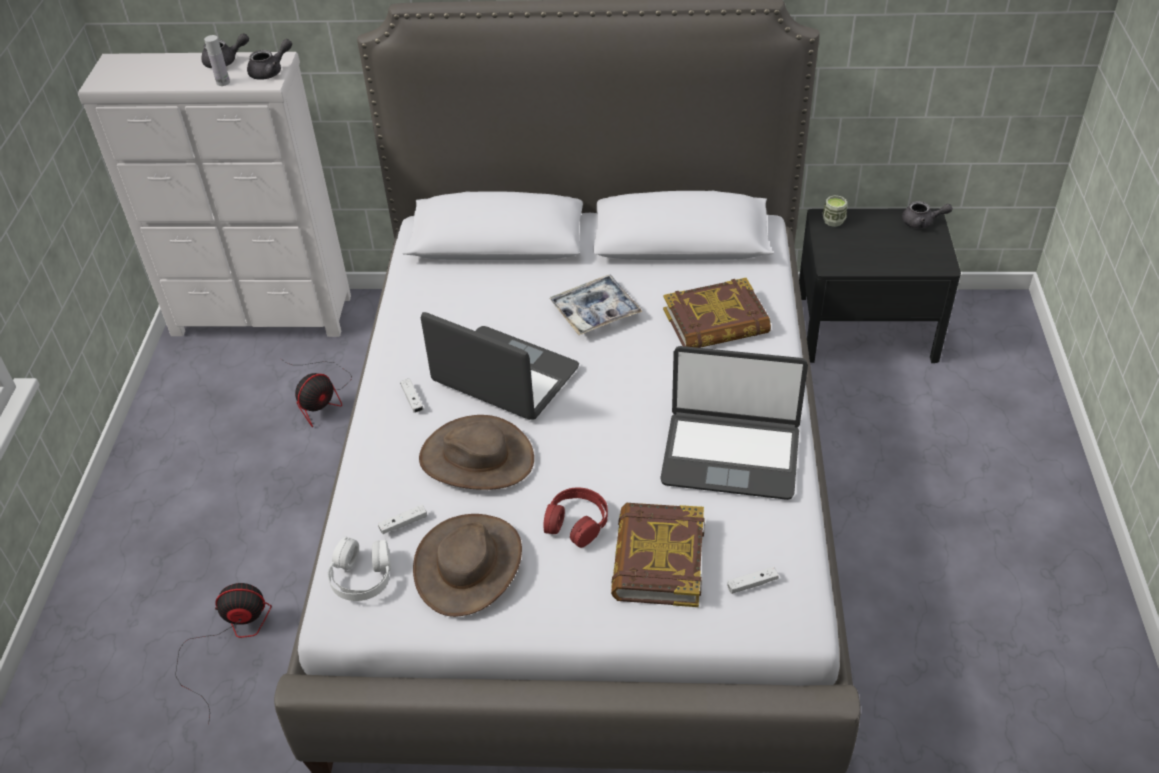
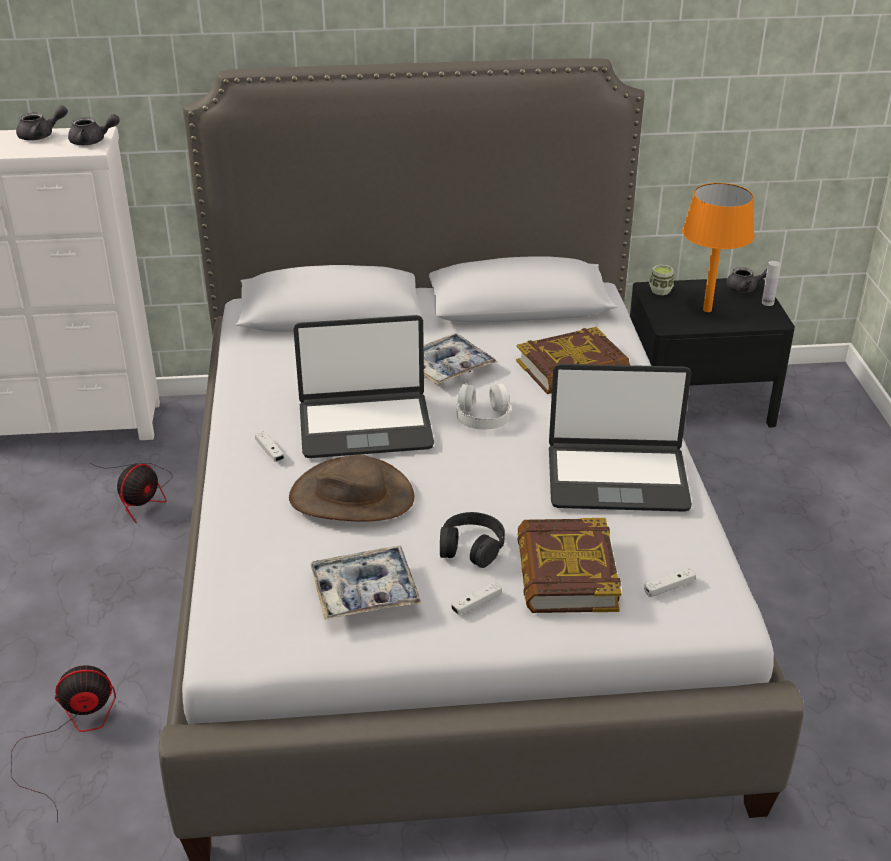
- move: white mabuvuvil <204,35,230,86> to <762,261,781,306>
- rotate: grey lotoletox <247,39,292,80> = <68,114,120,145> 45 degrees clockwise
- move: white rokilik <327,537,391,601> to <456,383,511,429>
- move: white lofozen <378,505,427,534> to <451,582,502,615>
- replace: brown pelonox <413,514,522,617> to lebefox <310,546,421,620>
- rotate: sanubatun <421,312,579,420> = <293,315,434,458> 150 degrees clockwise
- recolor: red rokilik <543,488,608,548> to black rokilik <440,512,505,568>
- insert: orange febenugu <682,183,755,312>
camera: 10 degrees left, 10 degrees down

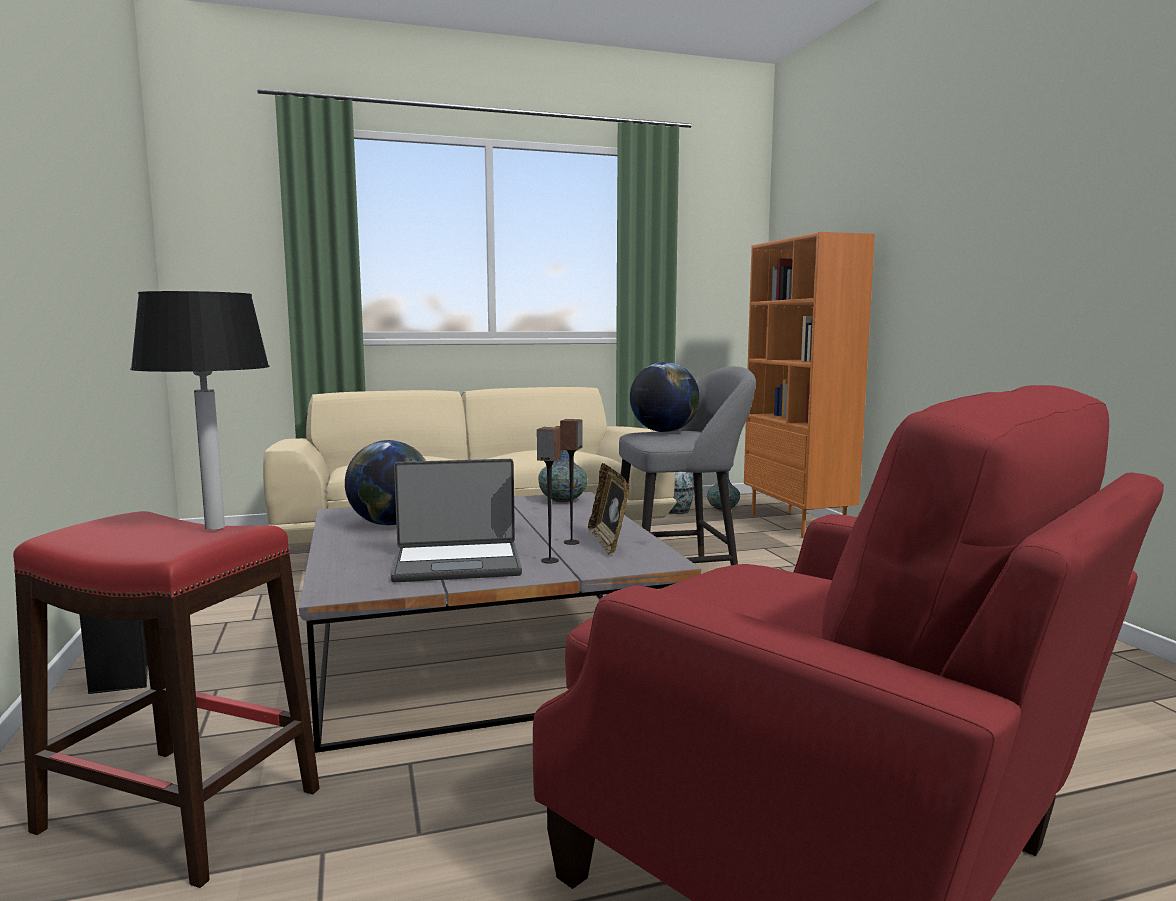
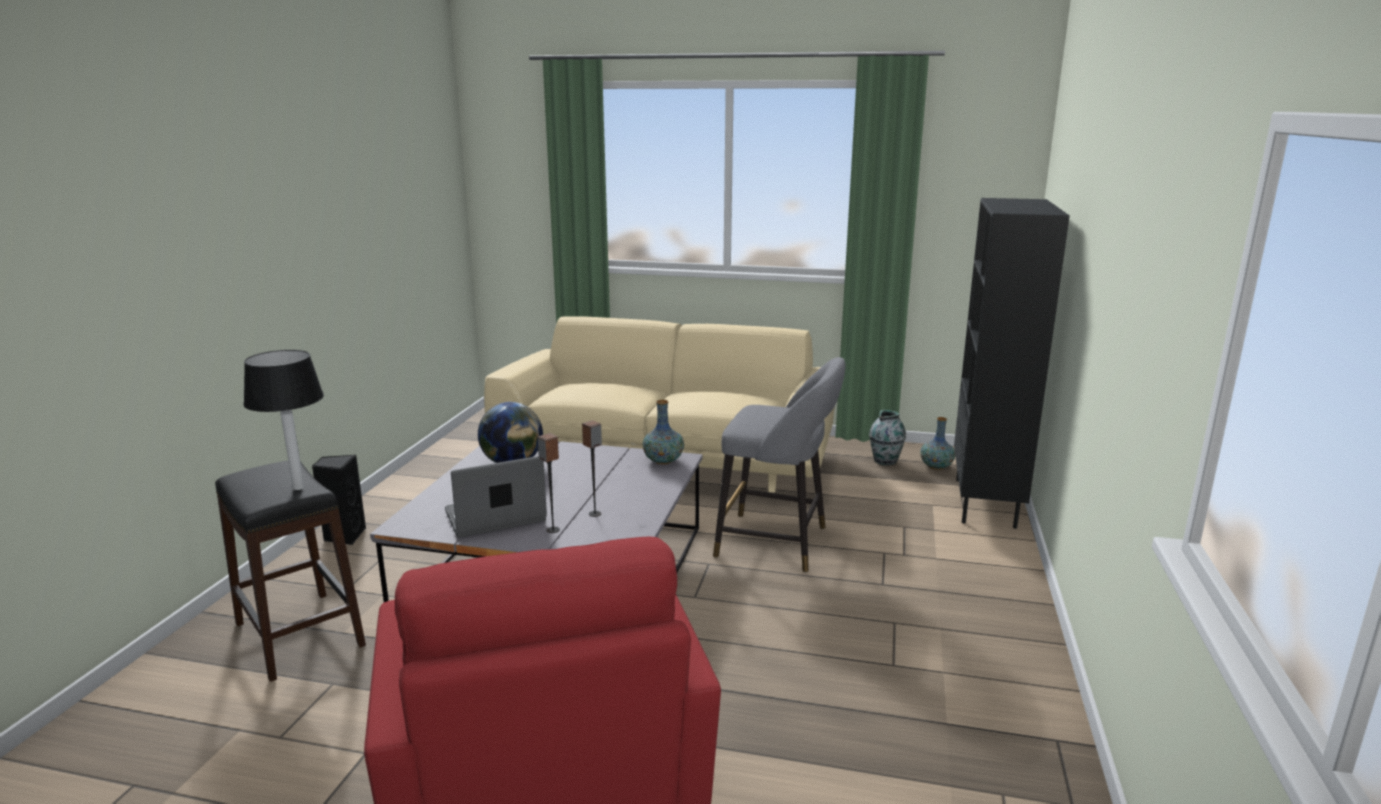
- recolor: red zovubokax <13,511,319,888> to black zovubokax <215,461,366,682>
- rotate: sanubatun <391,459,522,582> = <445,456,547,538> 135 degrees clockwise
- delete: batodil <588,463,630,555>
- delete: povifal <630,362,700,432>
- recolor: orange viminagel <744,232,875,538> to black viminagel <954,198,1070,529>
camera: 30 degrees right, 10 degrees up

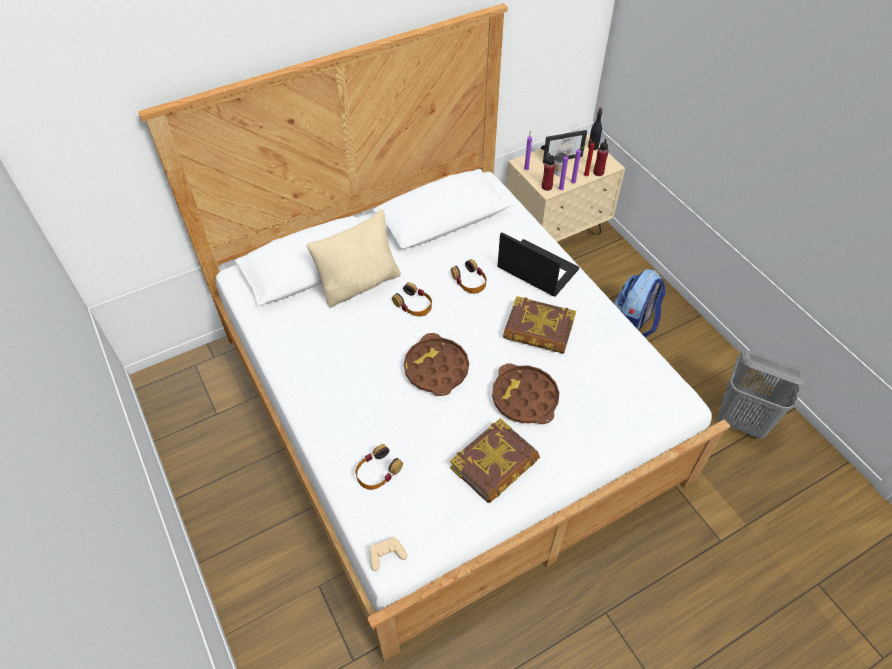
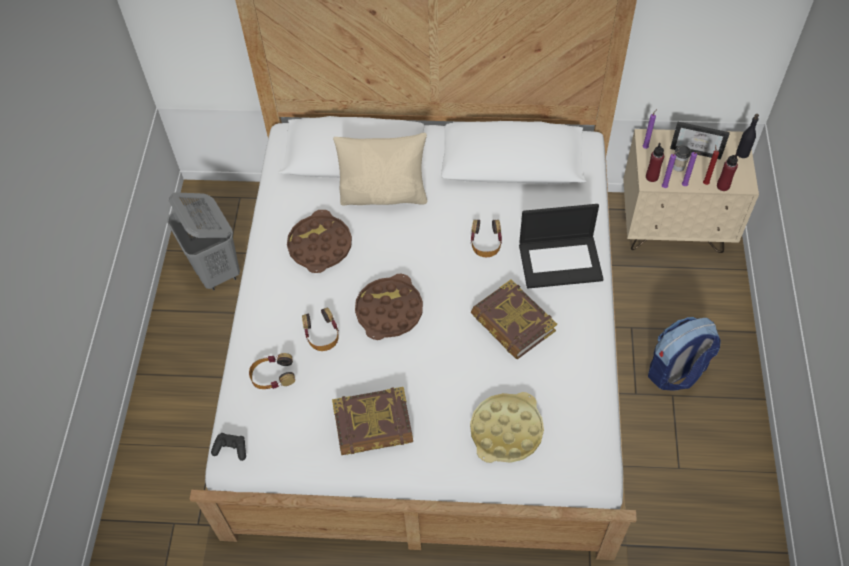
- recolor: beige lofozen <370,537,407,571> to black lofozen <211,433,246,461>
- move: rokilik <392,282,432,317> to <302,307,339,351>
- move: brown lebefox <492,363,559,424> to <287,210,352,273>
- rotate: sanubatun <497,232,579,296> = <519,204,603,289> 105 degrees clockwise
- move: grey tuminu <717,350,807,439> to <167,192,240,291>
- insert: yellow lebefox <470,392,544,463>
camera: 35 degrees right, 5 degrees up

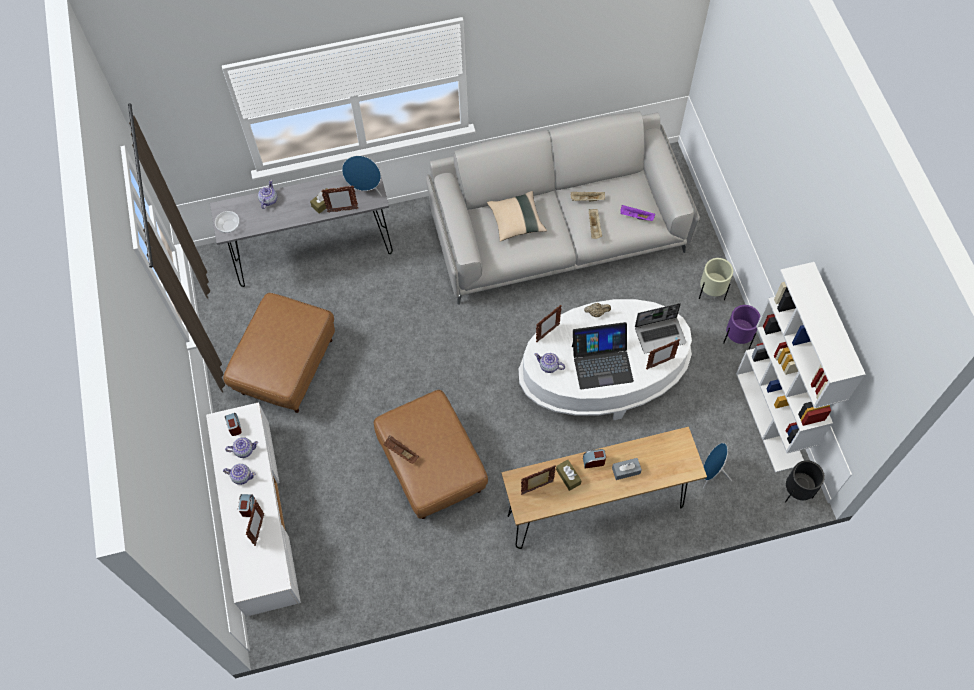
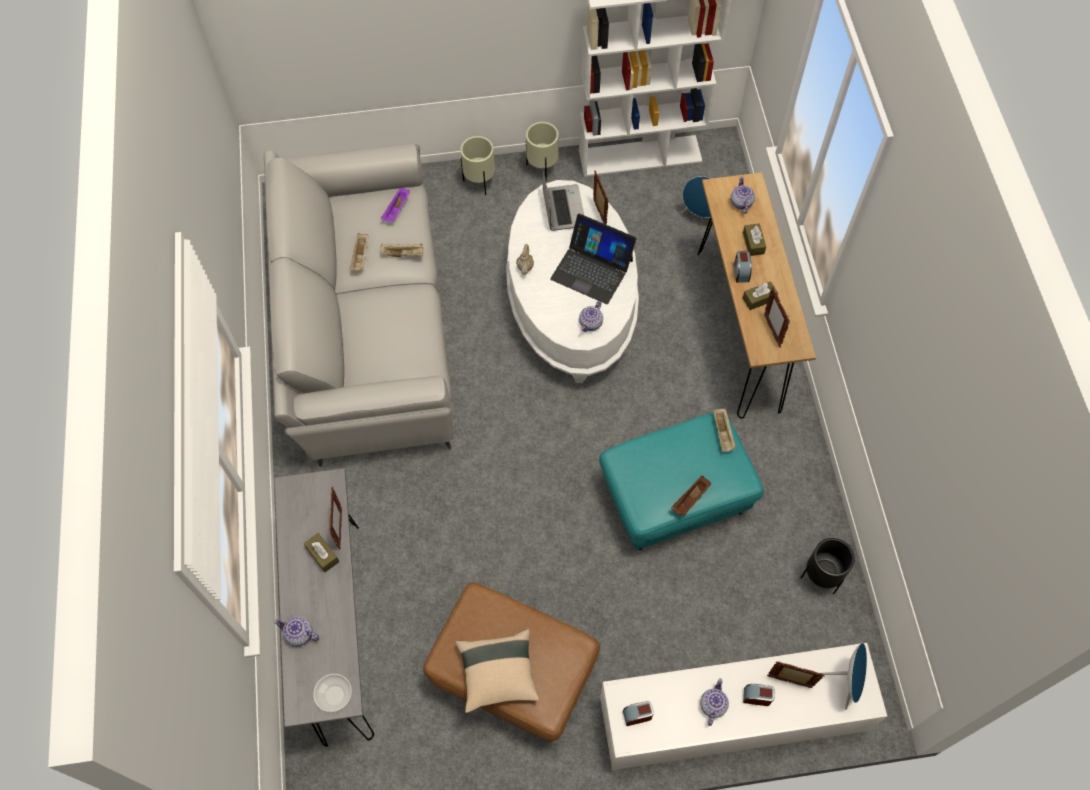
- move: lotoletox <225,437,258,458> to <731,176,755,214>
- move: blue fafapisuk <342,156,382,196> to <823,643,867,710>
- recolor: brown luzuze <374,390,488,519> to turquoise luzuze <599,413,764,550>
- move: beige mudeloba <487,191,547,242> to <455,629,539,713>
- delete: batodil <536,305,562,342>
- rotate: sanubatun <572,322,634,389> = <550,213,637,304> 120 degrees clockwise
- recolor: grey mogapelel <612,458,642,480> to brown mogapelel <743,223,766,256>
- recolor: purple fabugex <723,305,761,349> to beige fabugex <526,122,559,181>
- move: black fabugex <785,460,825,503> to <801,538,855,595>
- insert: beige lebefox <713,408,736,452>
camera: 85 degrees left, 0 degrees up

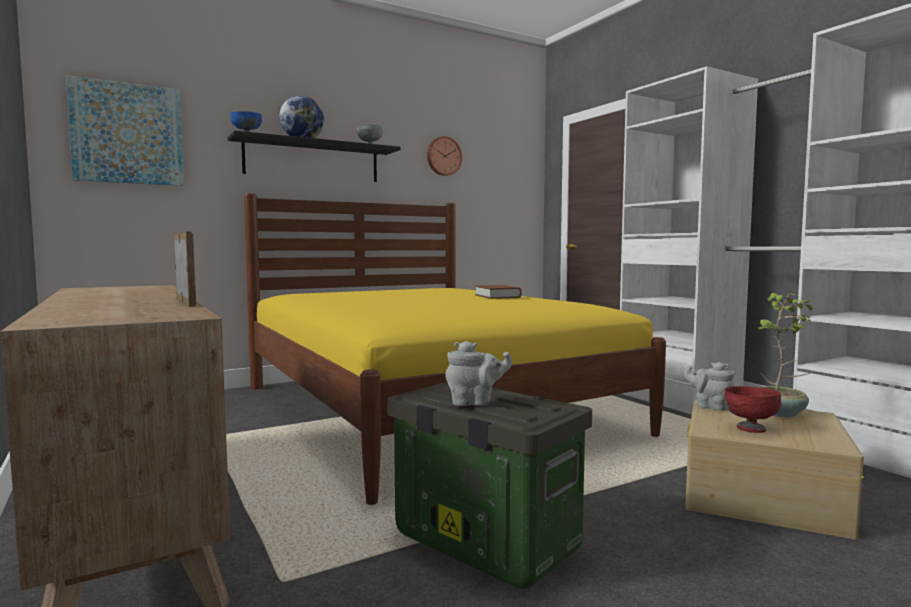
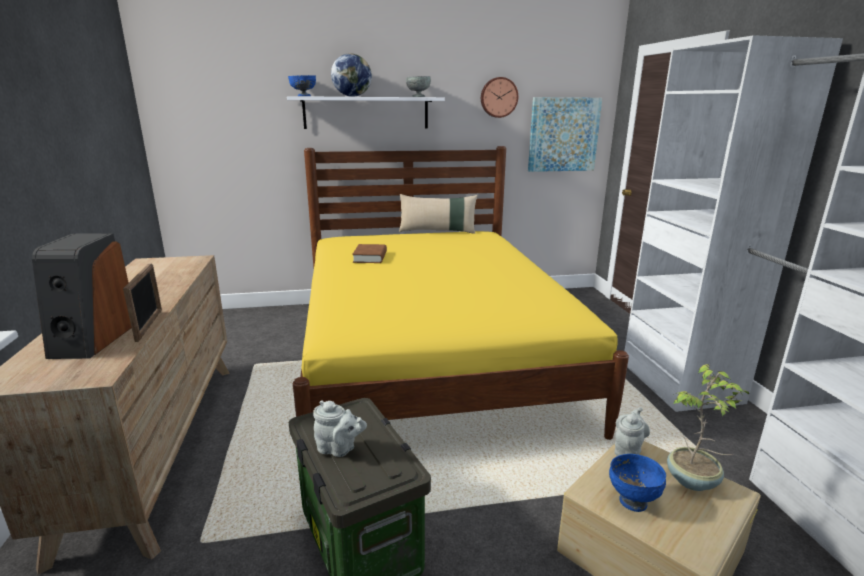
- move: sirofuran <66,75,184,186> to <528,97,602,172>
- recolor: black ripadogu <227,130,401,182> to white ripadogu <287,96,445,129>
- move: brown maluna <475,285,521,299> to <352,244,387,263>
- rotate: grey lotoletox <684,362,735,411> = <615,407,650,456> 60 degrees clockwise
- recolor: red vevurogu <725,386,781,433> to blue vevurogu <609,454,666,512>
- insert: fafapisuk <32,233,132,359>
- insert: beige mudeloba <399,194,477,234>
camera: 20 degrees right, 15 degrees up

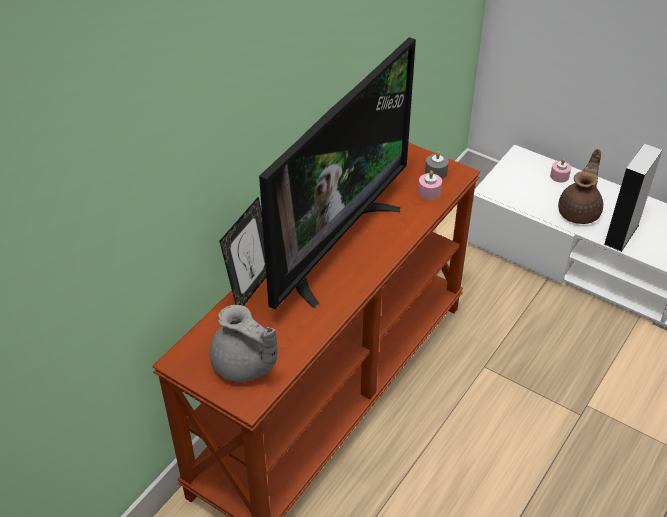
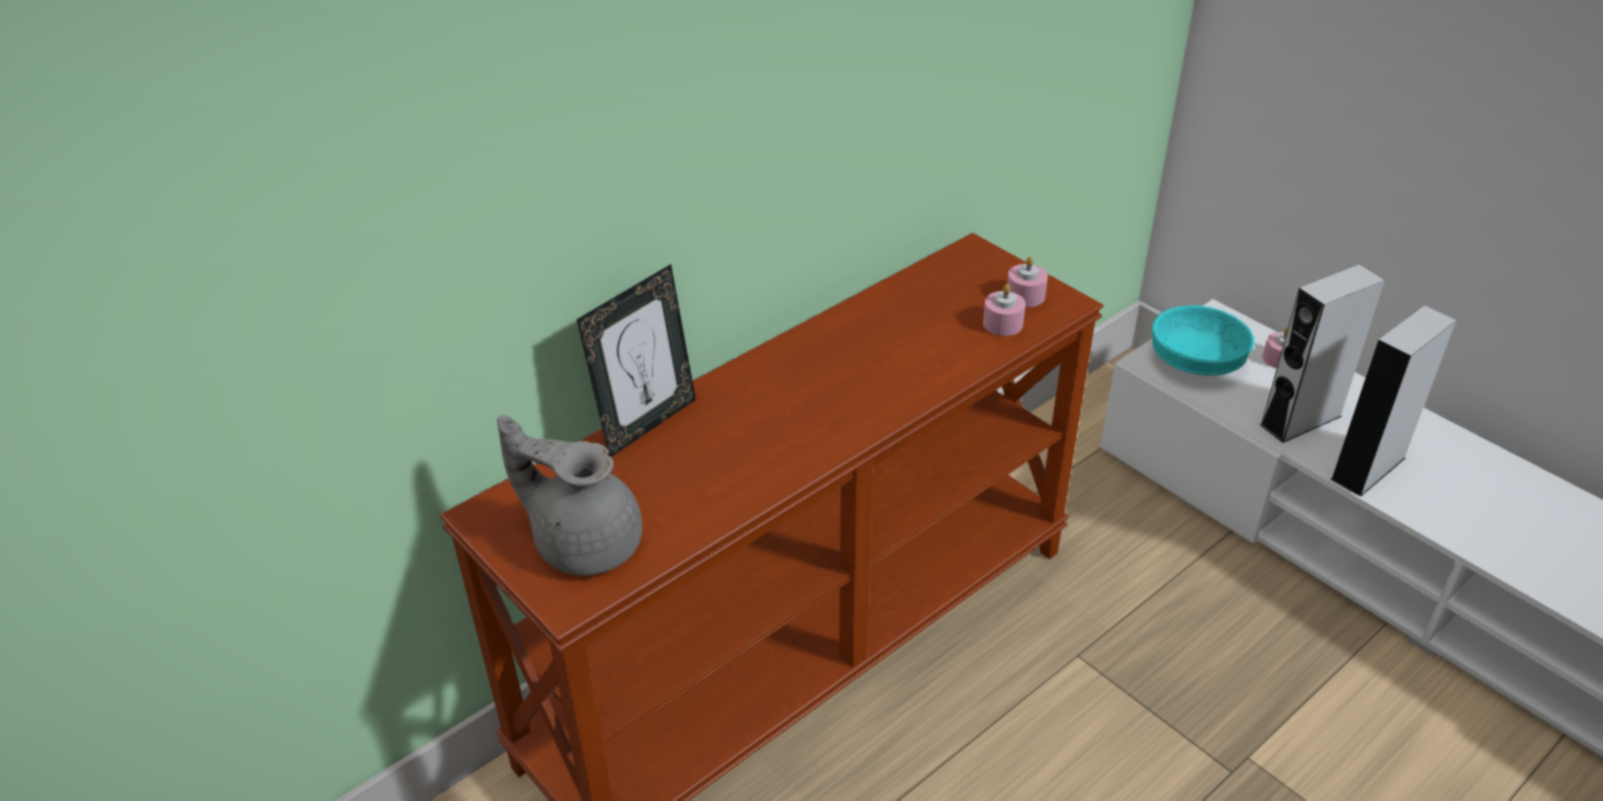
- rotate: grey lotoletox <210,305,278,382> = <497,415,642,576> 150 degrees clockwise
- delete: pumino <259,37,416,309>
- recolor: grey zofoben <425,151,449,179> to pink zofoben <1007,257,1048,307>
- replace: brown lotoletox <558,149,603,224> to grey fafapisuk <1259,264,1385,443>
- insert: turquoise vevurogu <1152,305,1254,376>
camera: 15 degrees right, 5 degrees down

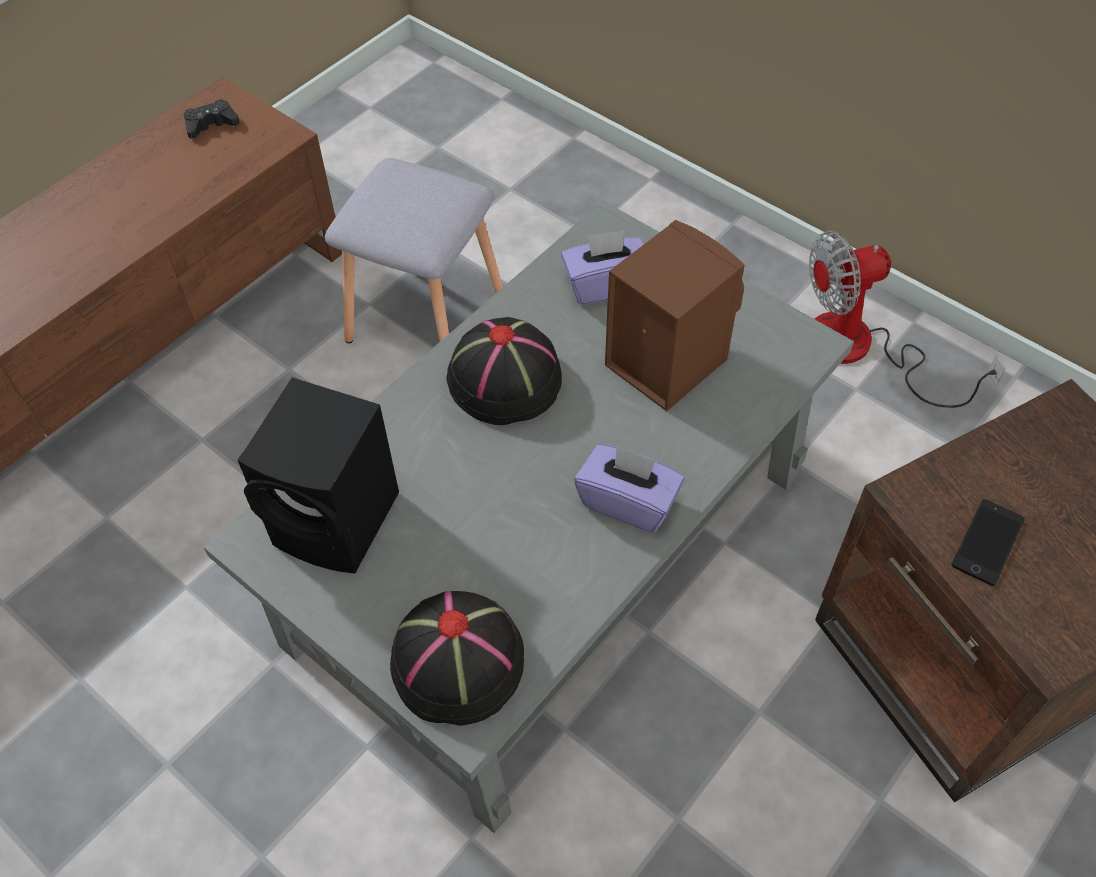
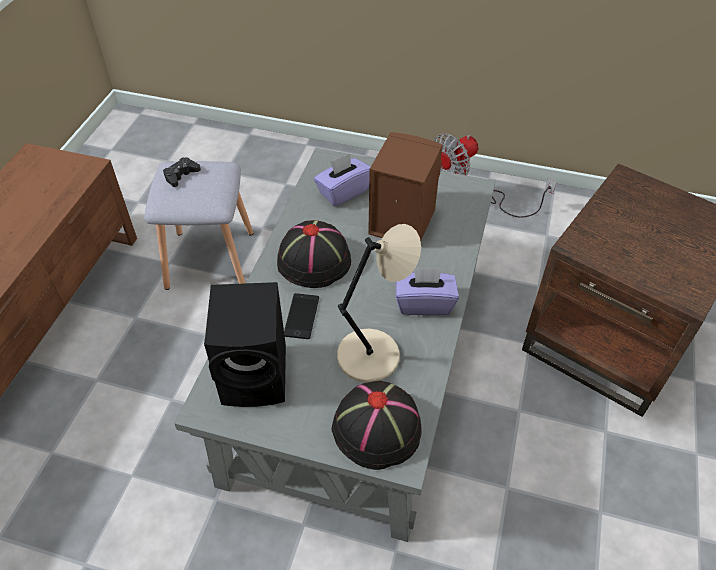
- move: black lofozen <184,99,239,139> to <163,157,201,187>
- move: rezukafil <951,499,1025,586> to <284,293,319,339>
- insert: beige febenugu <337,224,421,383>
camera: 25 degrees left, 5 degrees down

